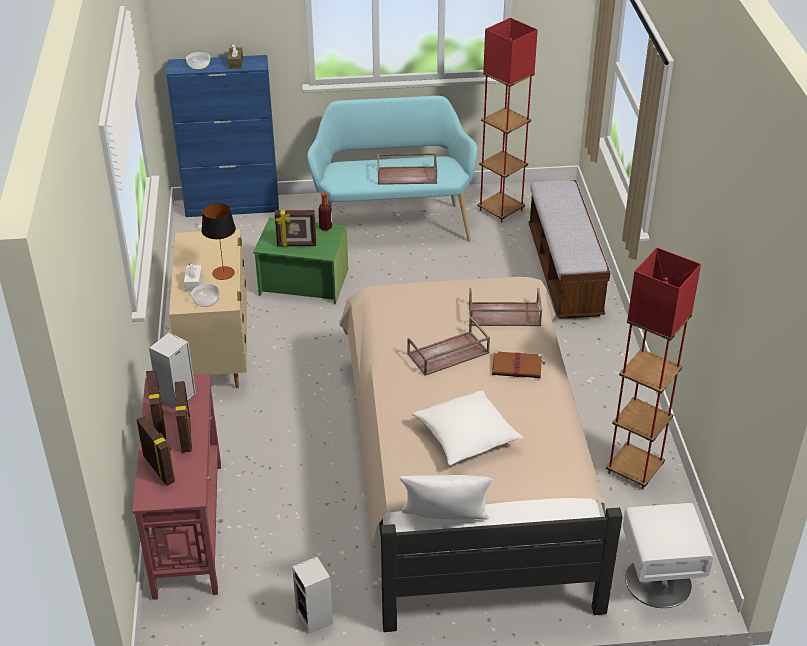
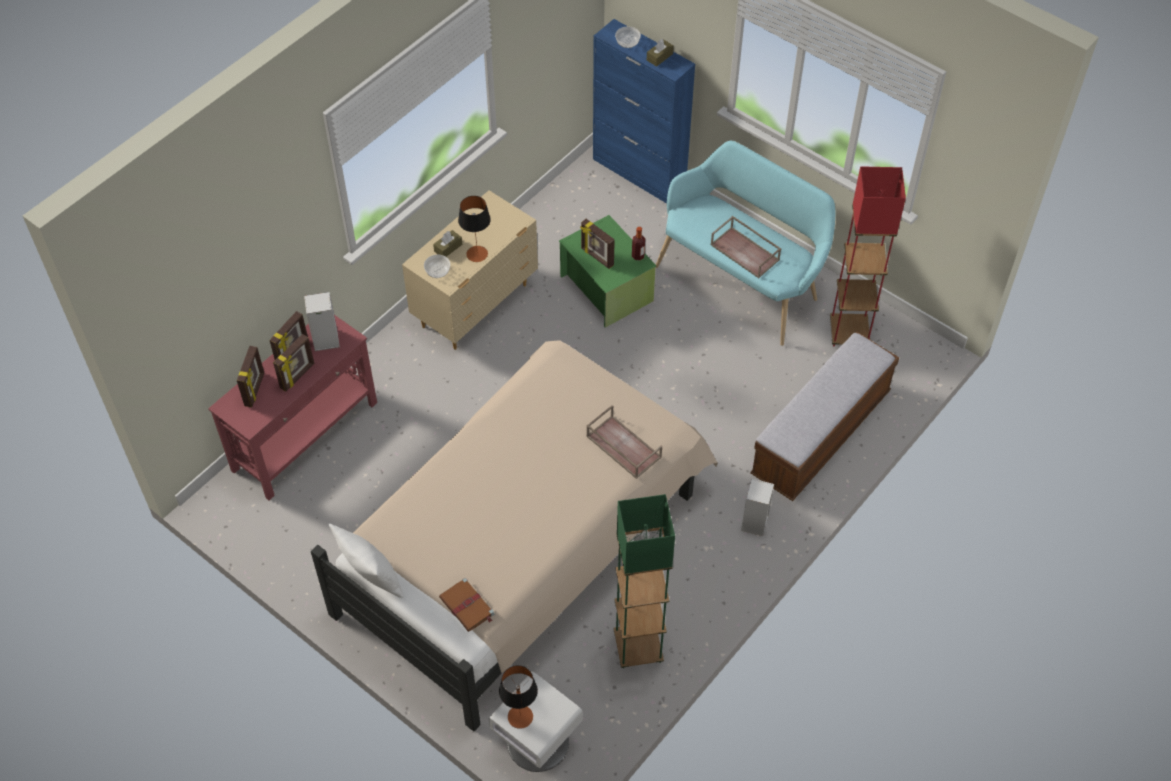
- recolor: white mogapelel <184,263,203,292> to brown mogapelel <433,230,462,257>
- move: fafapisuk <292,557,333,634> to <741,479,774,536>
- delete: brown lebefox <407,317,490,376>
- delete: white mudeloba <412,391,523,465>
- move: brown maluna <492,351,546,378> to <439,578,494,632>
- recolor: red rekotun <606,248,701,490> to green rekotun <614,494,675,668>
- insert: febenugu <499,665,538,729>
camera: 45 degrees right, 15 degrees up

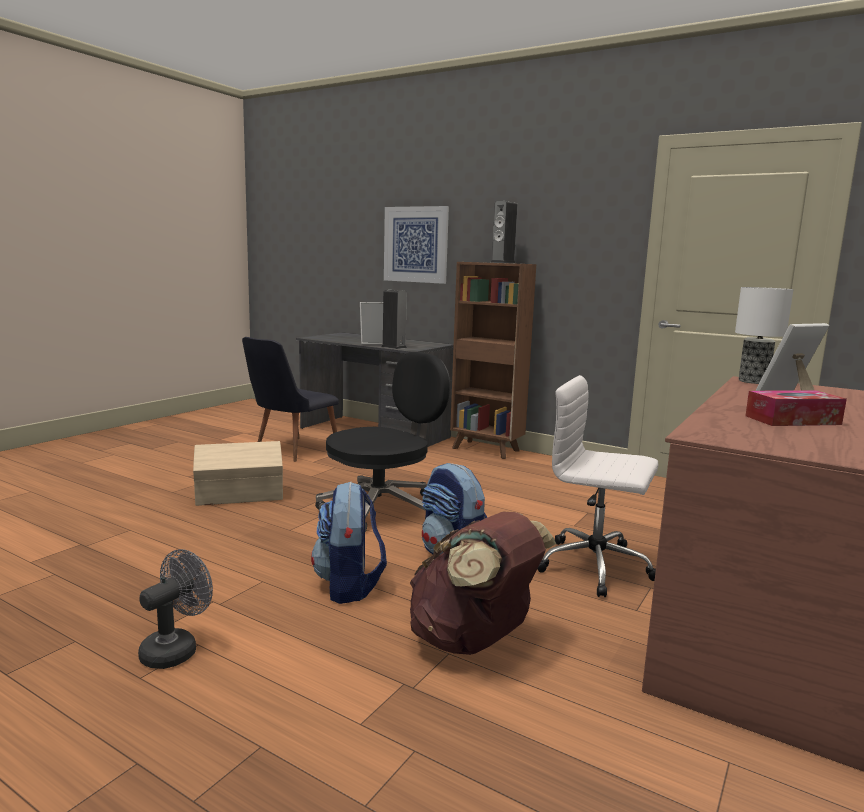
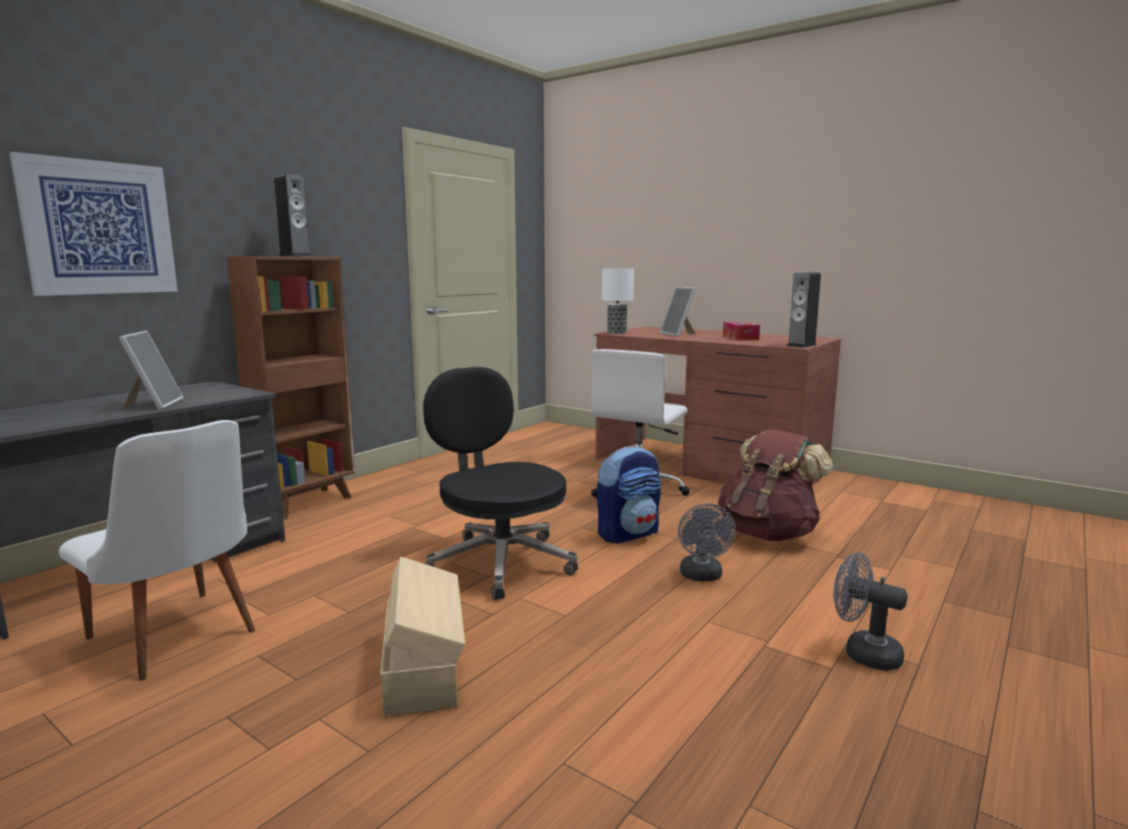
- recolor: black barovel <242,337,339,462> to white barovel <59,420,255,681>
- replace: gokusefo <311,481,387,604> to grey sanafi <678,503,736,581>
- move: fafapisuk <381,290,407,349> to <787,272,821,348>
camera: 85 degrees left, 0 degrees up

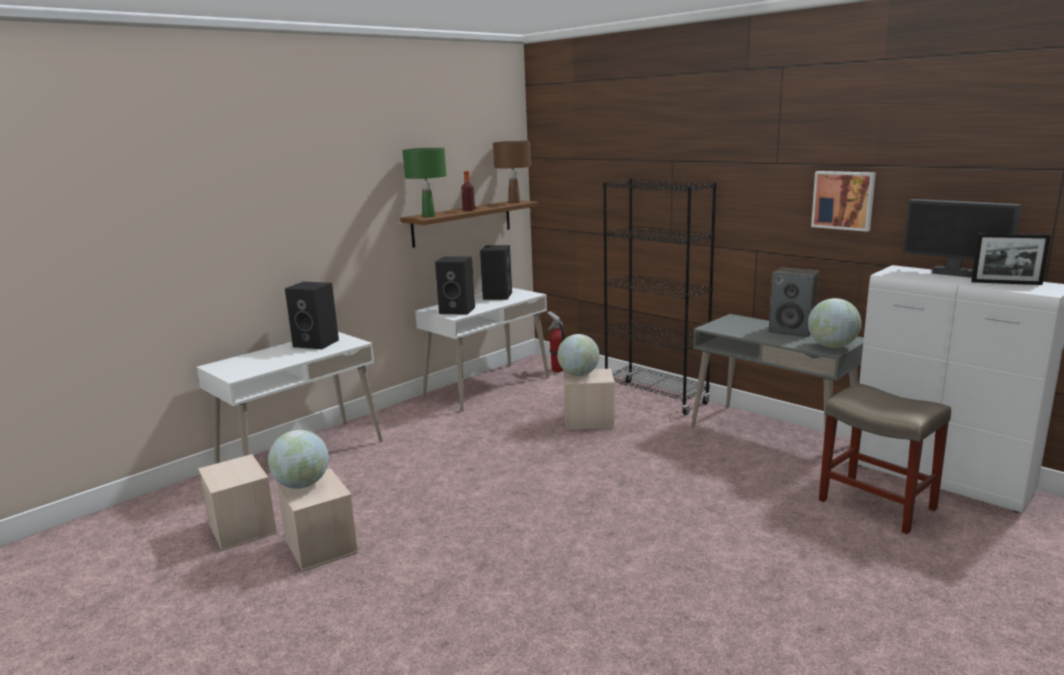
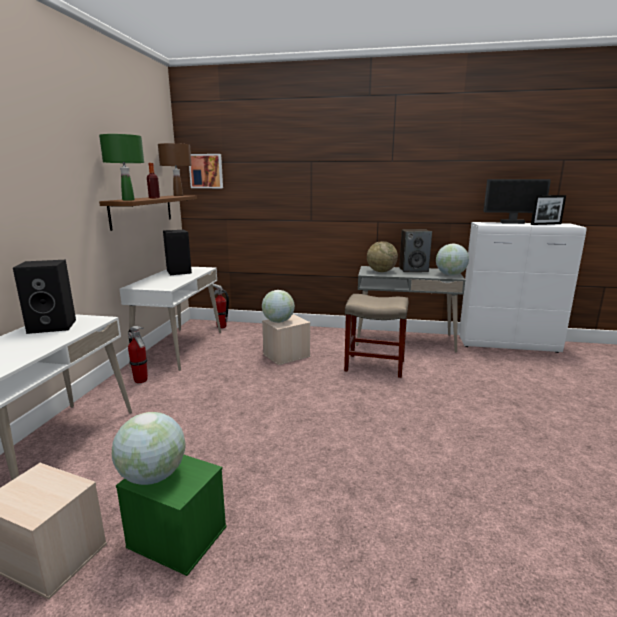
- recolor: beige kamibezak <276,468,358,572> to green kamibezak <116,455,227,576>
- delete: black fafapisuk <435,257,475,315>
- delete: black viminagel <603,178,717,415>
- move: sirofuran <811,171,876,232> to <189,154,223,188>
- move: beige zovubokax <819,384,951,534> to <344,294,408,378>
- insert: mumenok <128,326,148,383>
- insert: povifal <367,241,398,272>
camera: 35 degrees left, 0 degrees up

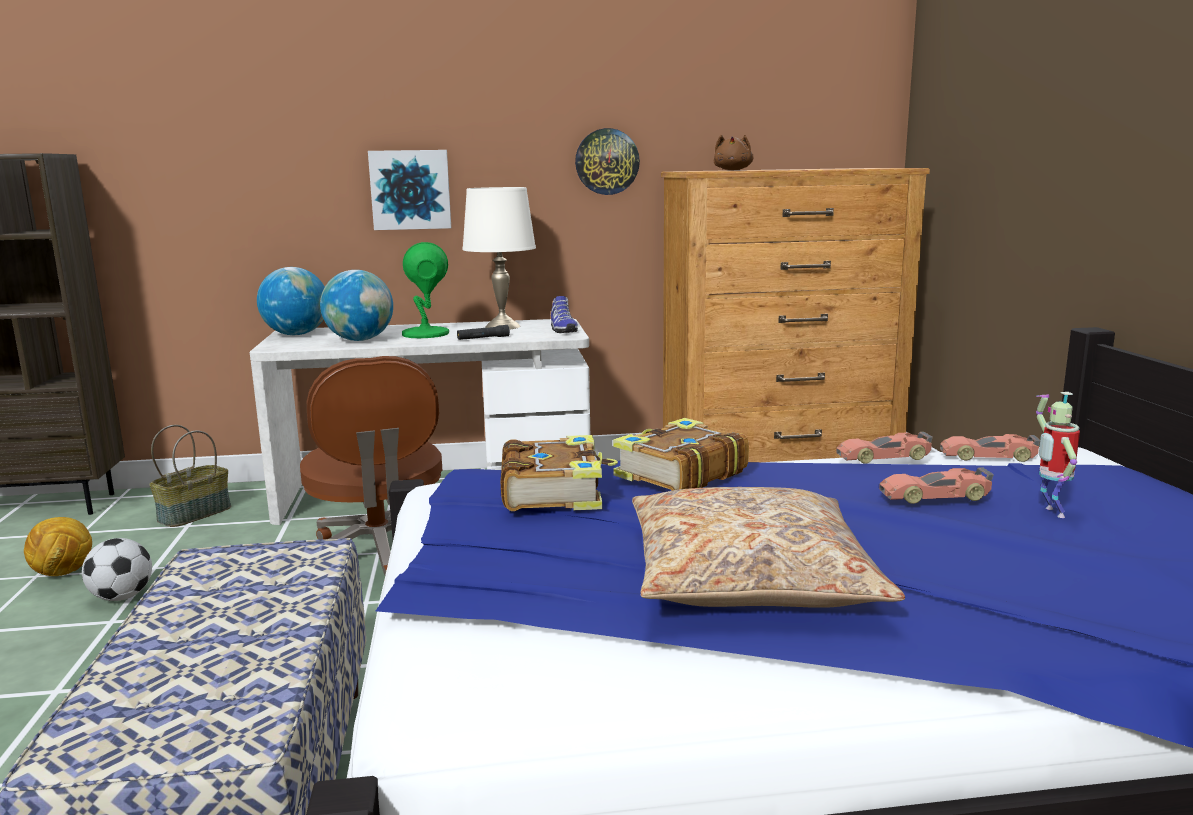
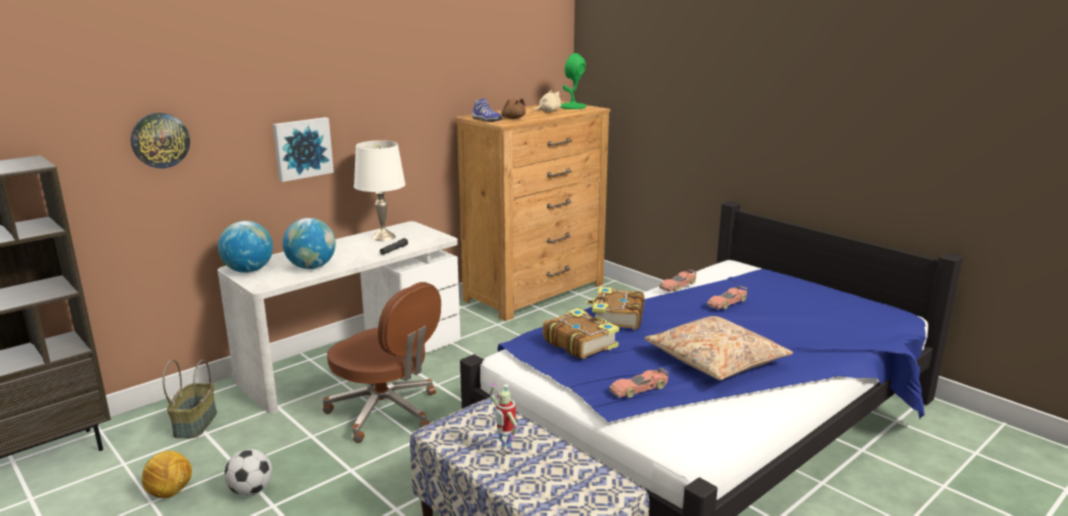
- move: green febenugu <402,242,449,338> to <560,53,586,109>
- move: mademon <551,296,578,333> to <472,98,502,122>
- move: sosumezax <575,128,640,195> to <131,113,190,168>
- move: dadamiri <940,434,1040,462> to <609,367,669,398>
- move: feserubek <1036,392,1080,518> to <489,384,518,455>
- insert: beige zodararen <533,90,561,112>
camera: 35 degrees left, 5 degrees up

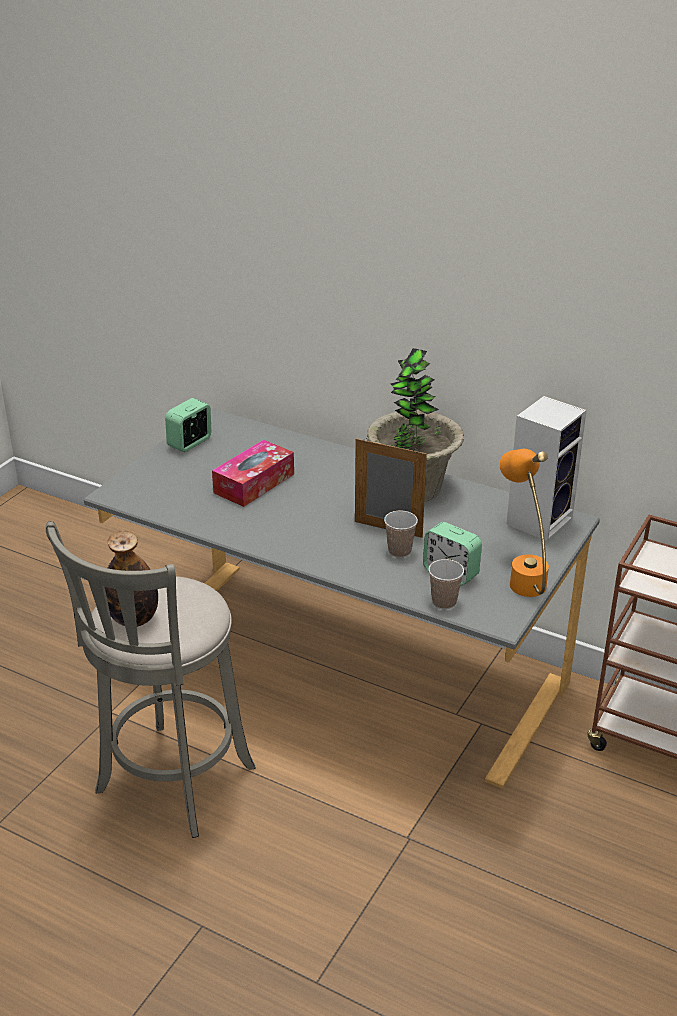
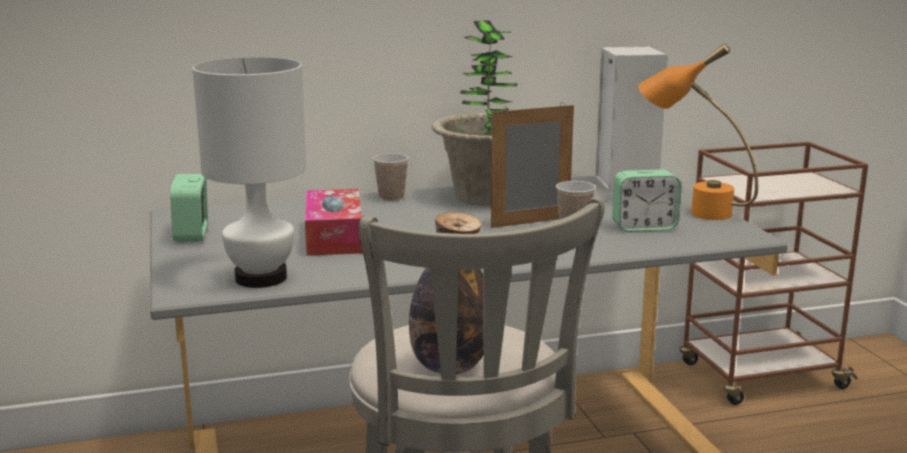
- move: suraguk <428,559,464,609> to <373,153,409,201>
- insert: white febenugu <192,57,306,288>
camera: 45 degrees left, 15 degrees down

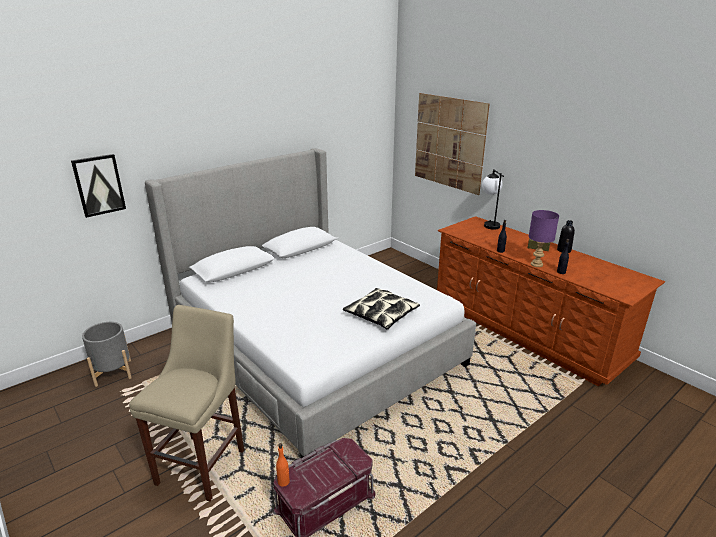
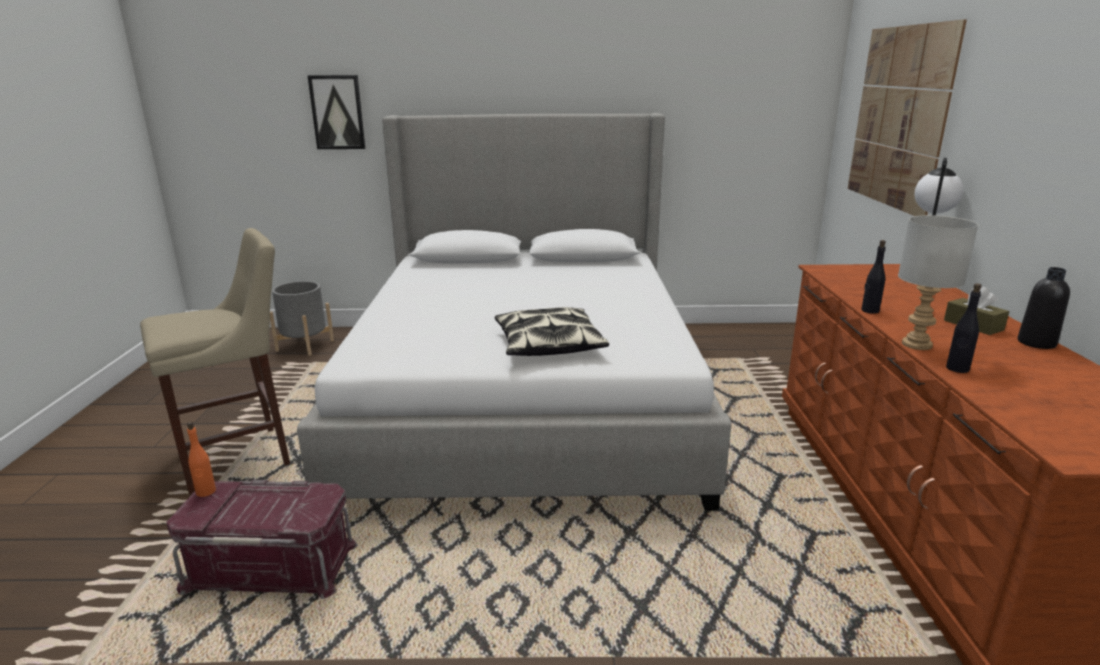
- recolor: purple febenugu <529,210,559,267> to grey febenugu <898,215,978,350>
camera: 40 degrees right, 5 degrees down

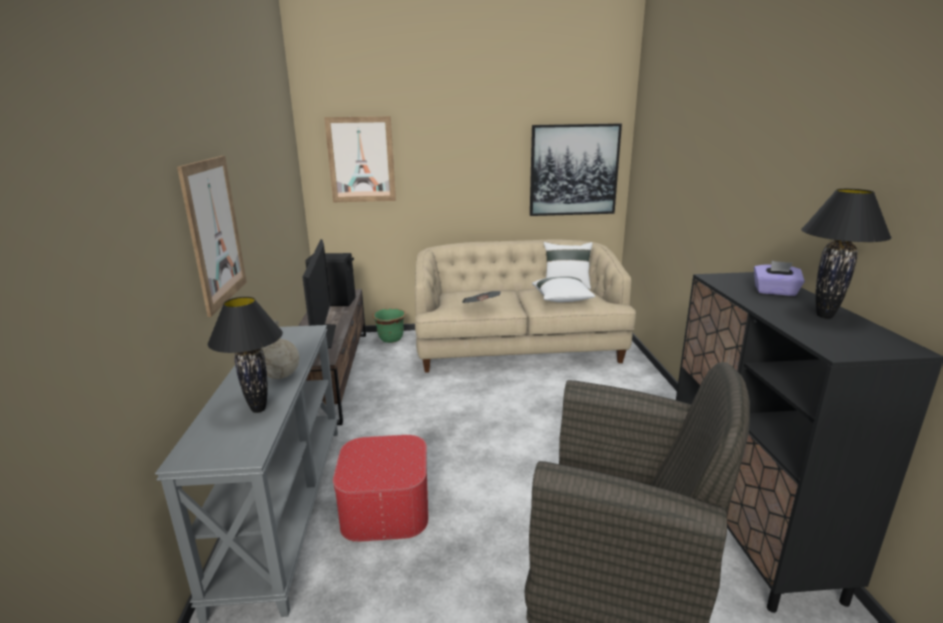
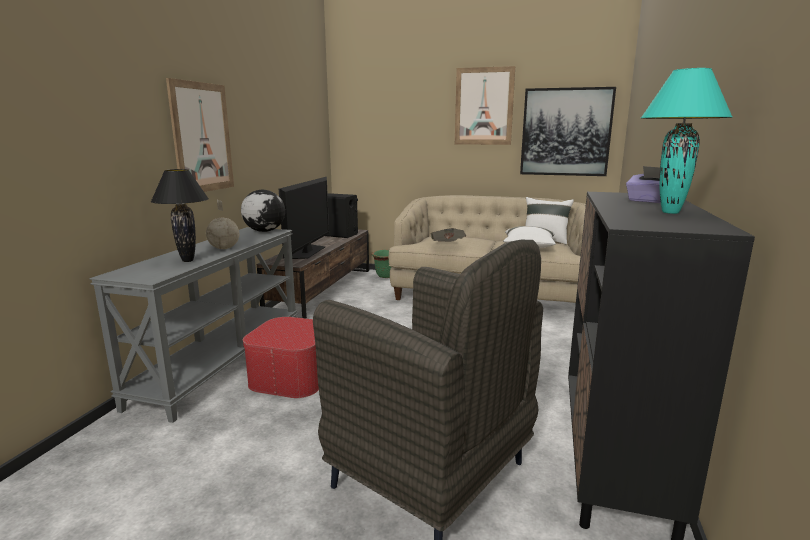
- move: sirofuran <324,116,396,202> to <455,66,515,145>
- recolor: black febenugu <801,189,892,318> to turquoise febenugu <641,68,733,214>
- insert: povifal <241,189,285,232>
camera: 20 degrees right, 5 degrees down

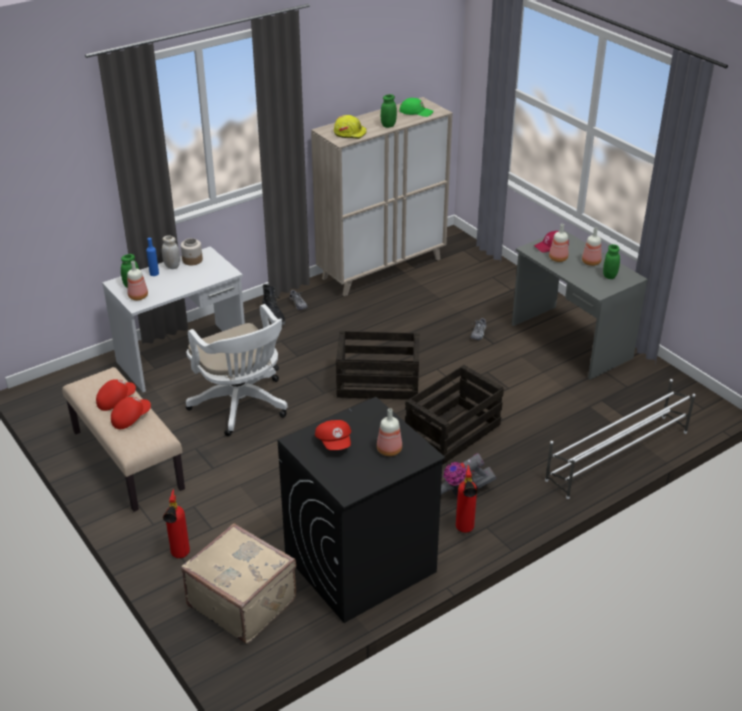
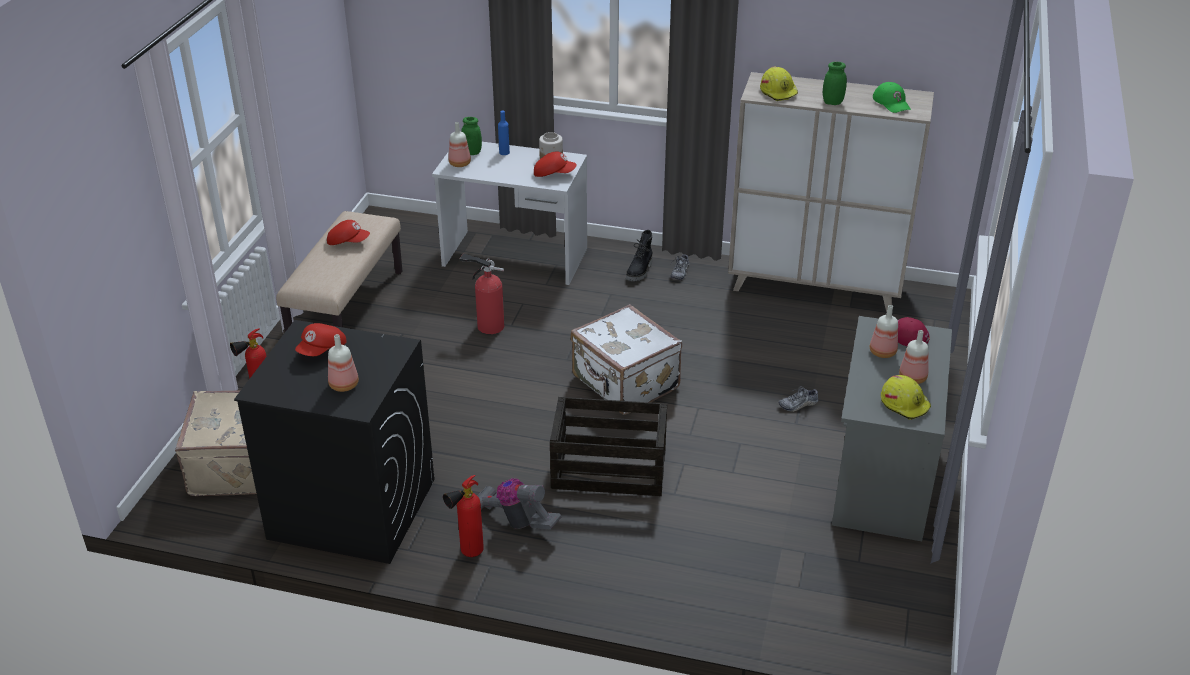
- move: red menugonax <111,397,151,429> to <534,151,577,177>
- delete: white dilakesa <162,235,180,269>
- replace: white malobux <186,304,288,436> to mumenok <460,254,504,334>
- replace: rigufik <336,331,419,400> to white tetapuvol <571,304,682,415>
- delete: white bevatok <545,379,695,499>
- replace: green dilakesa <603,244,620,279> to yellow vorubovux <881,375,931,420>
camera: 50 degrees right, 0 degrees up

